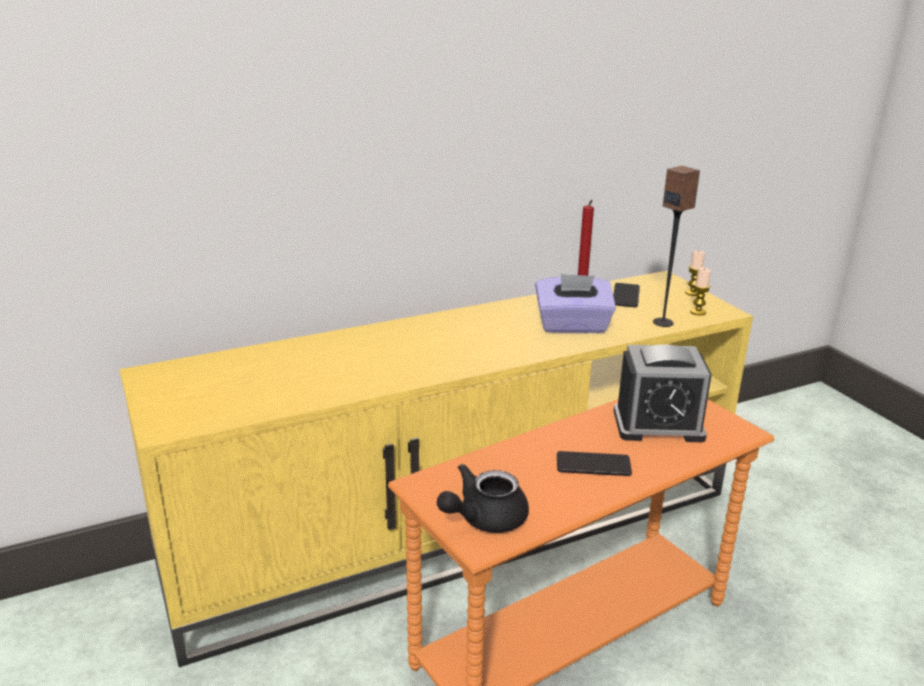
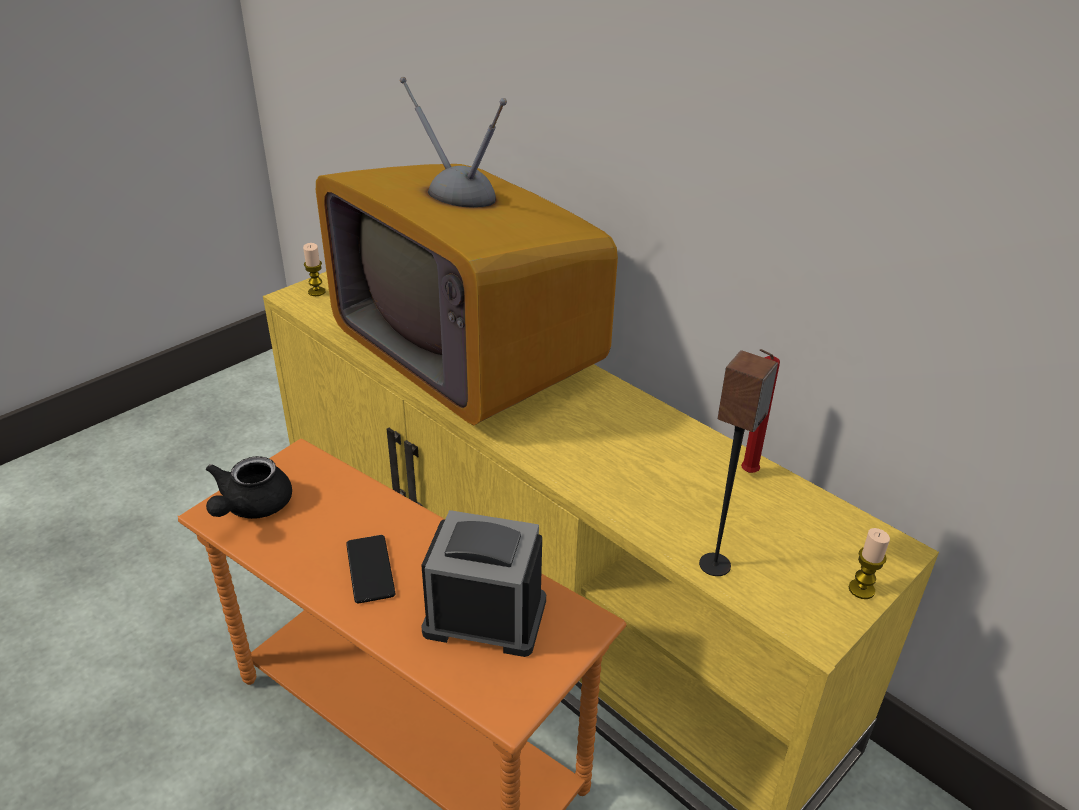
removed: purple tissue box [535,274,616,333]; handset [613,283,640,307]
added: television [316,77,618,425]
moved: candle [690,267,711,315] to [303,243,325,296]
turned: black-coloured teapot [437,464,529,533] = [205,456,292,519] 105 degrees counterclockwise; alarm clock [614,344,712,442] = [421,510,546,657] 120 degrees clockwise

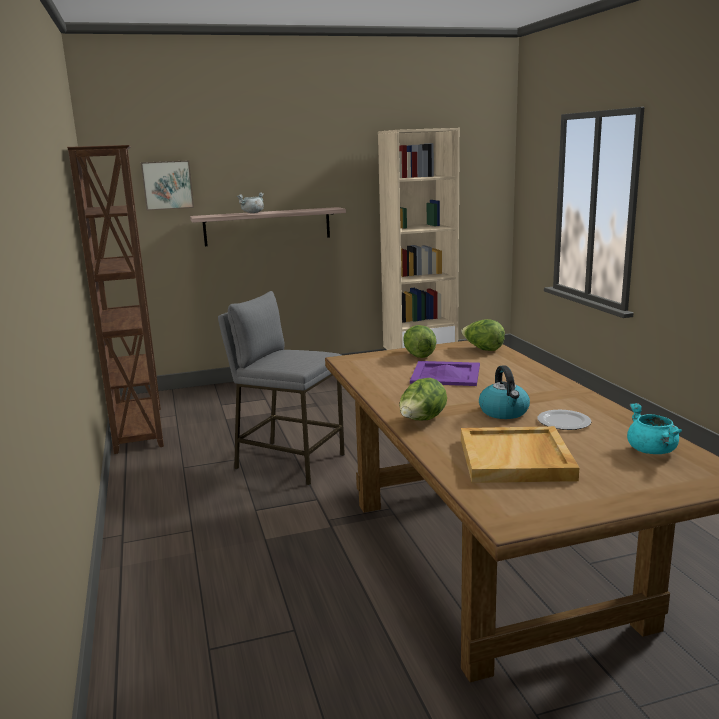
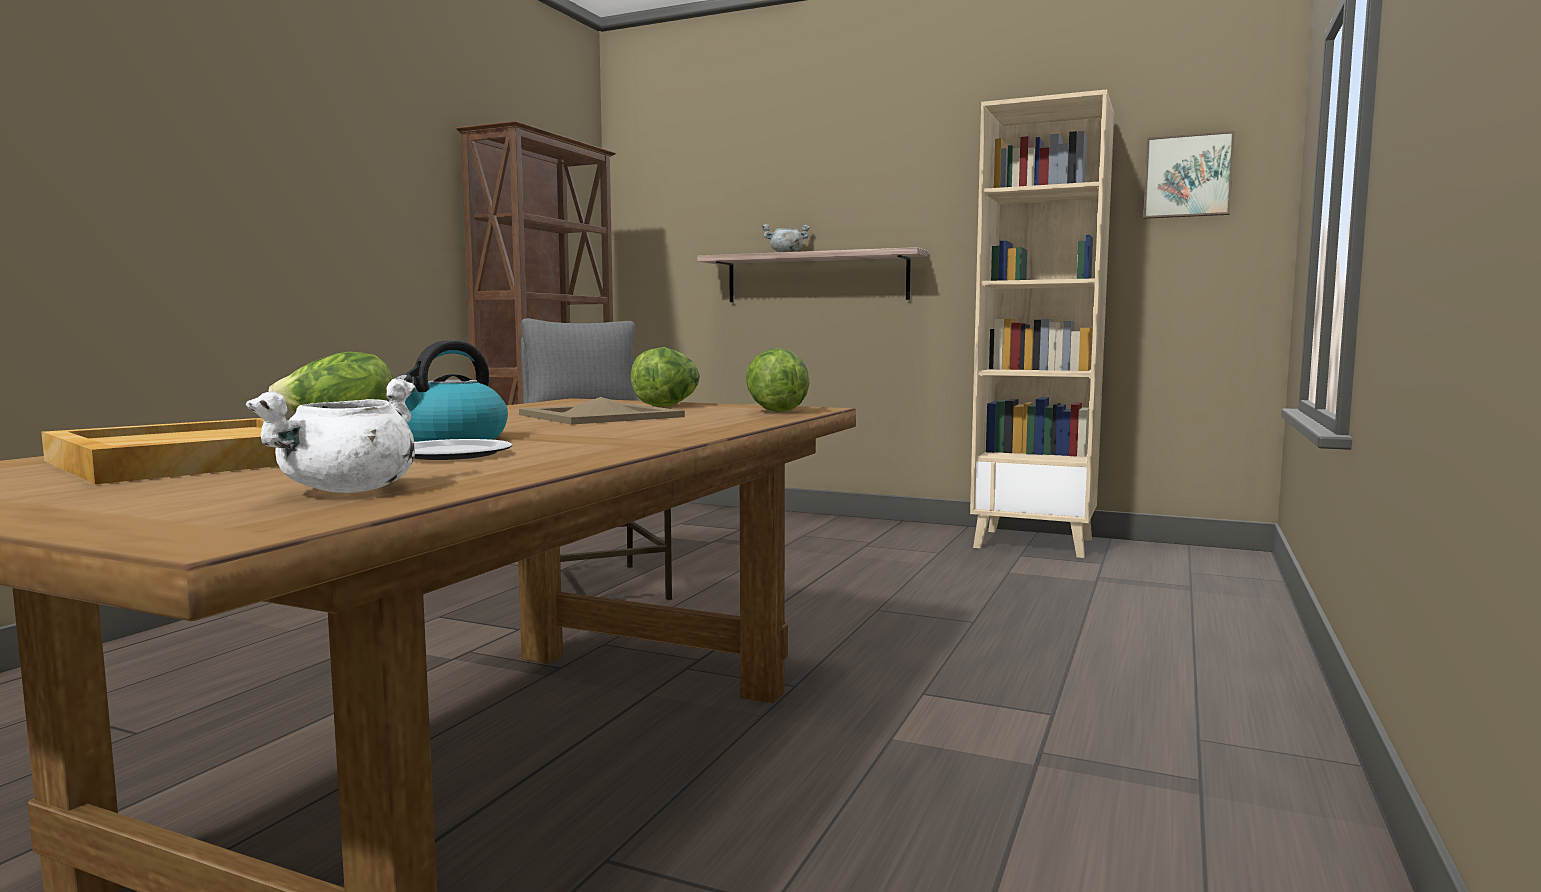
moved: picture [141,160,194,210] to [1143,131,1235,219]
recoloured: blue-green saucepot [627,403,682,454] to white saucepot [246,378,415,493]; purple serving tray [410,361,480,386] to beige-coloured serving tray [519,397,685,425]

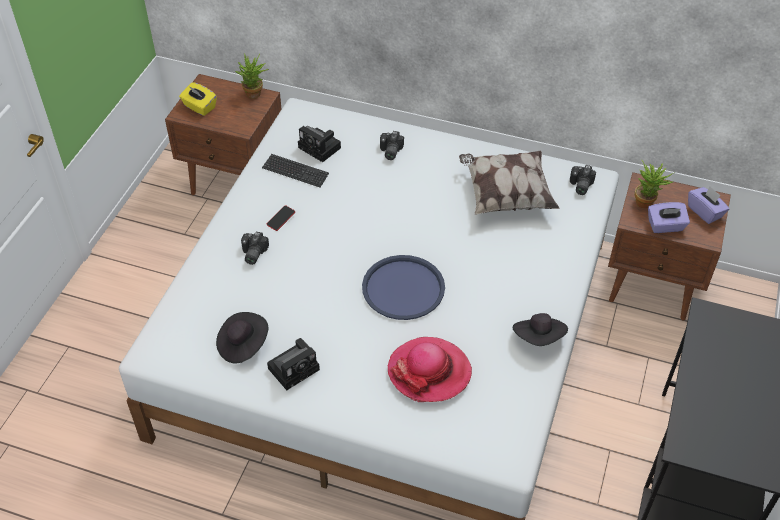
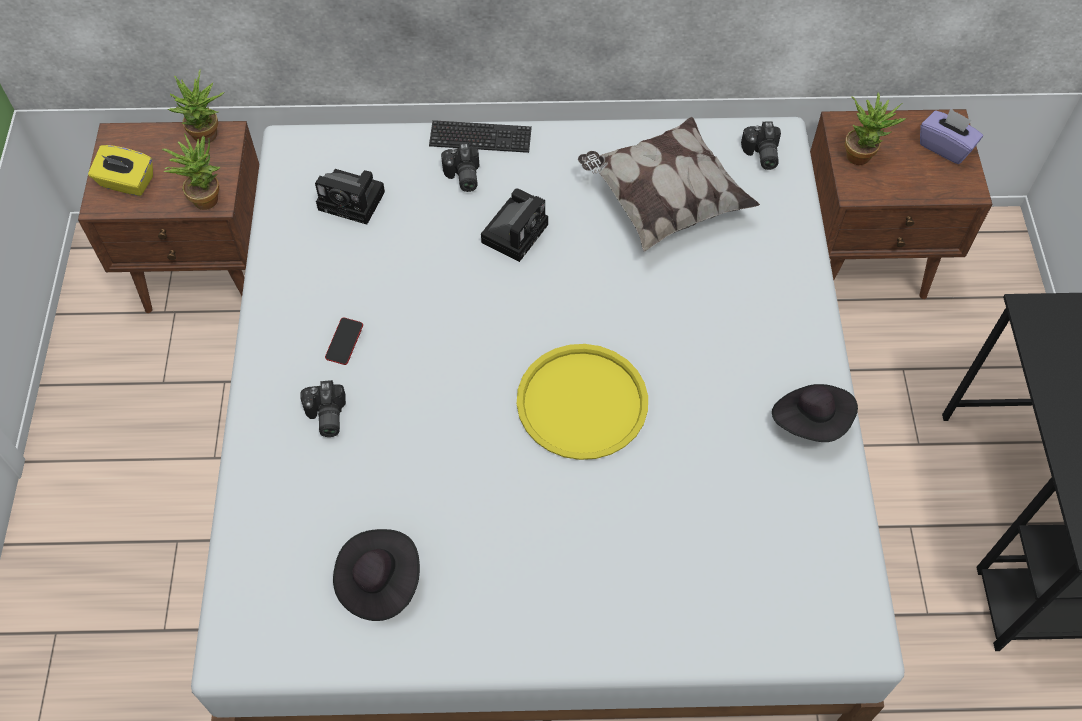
removed: wearable hat [387,337,472,402]; purple tissue box [648,202,690,233]
added: houseplant [162,133,220,210]
moved: computer keyboard [262,154,329,187] to [429,120,532,153]; still camera [267,338,320,390] to [481,188,548,262]
recoloured: blue serving tray [362,255,445,320] to yellow serving tray [517,344,648,460]

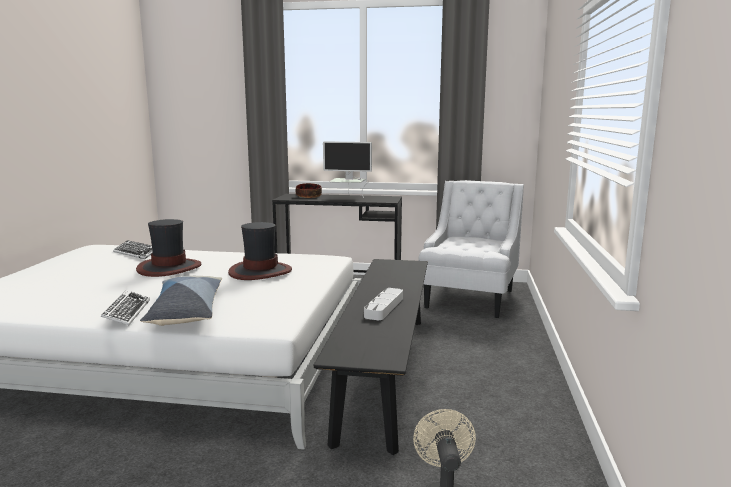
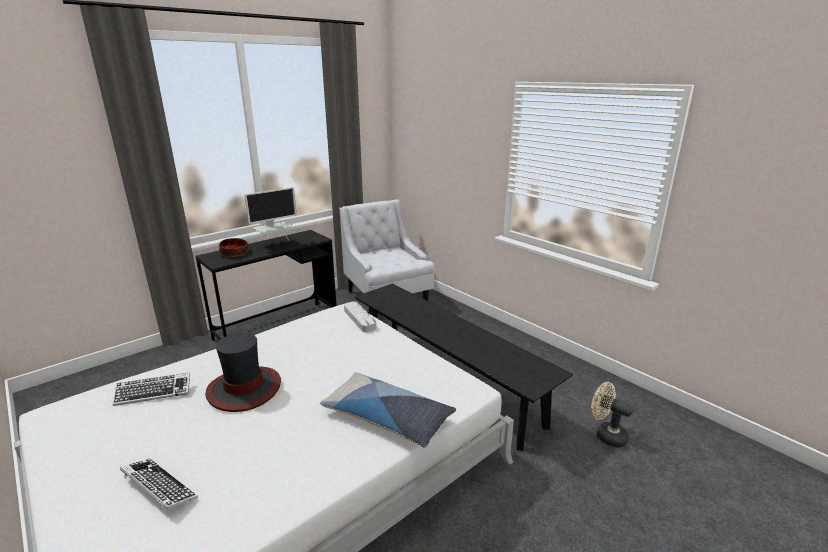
removed: wearable hat [228,222,292,280]
moved: computer keyboard [101,290,150,325] to [120,458,198,510]; gray serving tray [364,288,403,320] to [344,301,377,332]

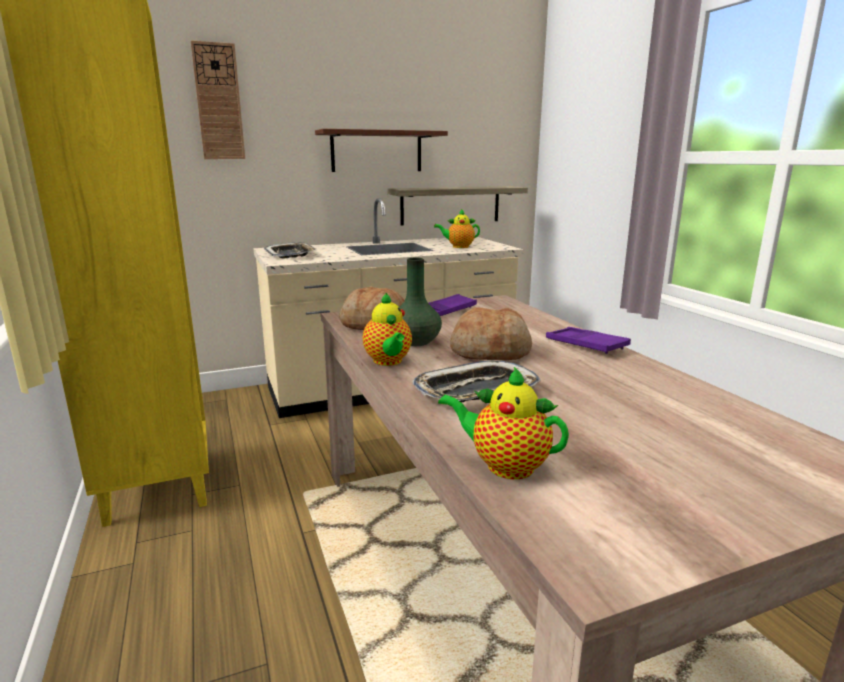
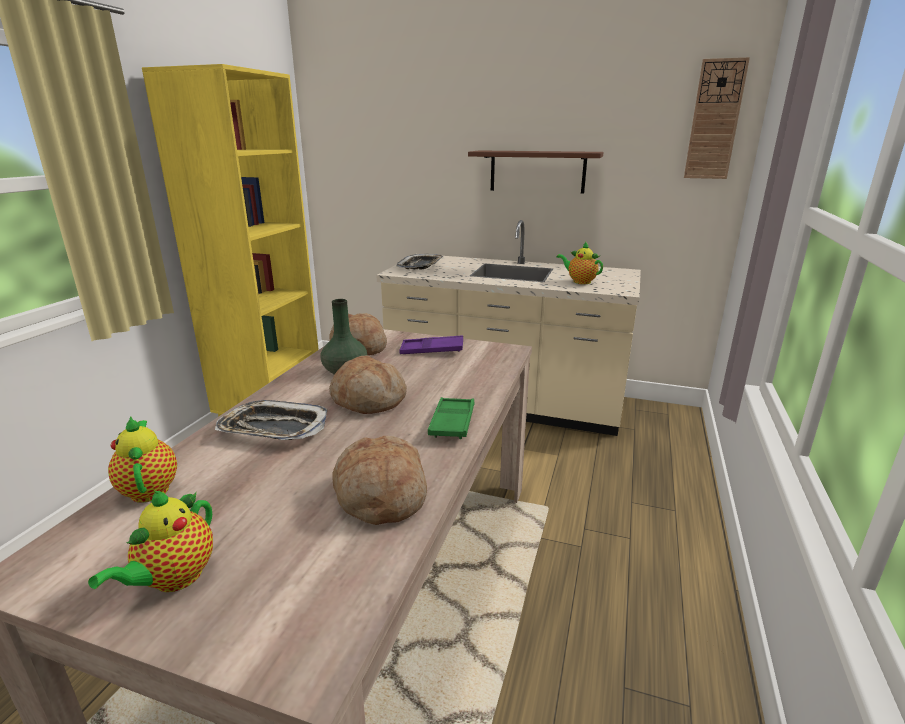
removed: bracket shelf [387,186,528,226]
added: bakery bread [332,436,427,525]
moved: teapot [362,292,412,366] to [88,491,213,592]; hanging clock [190,41,245,159] to [684,57,750,179]
recoloured: purple serving tray [546,327,631,354] to green serving tray [428,397,475,439]

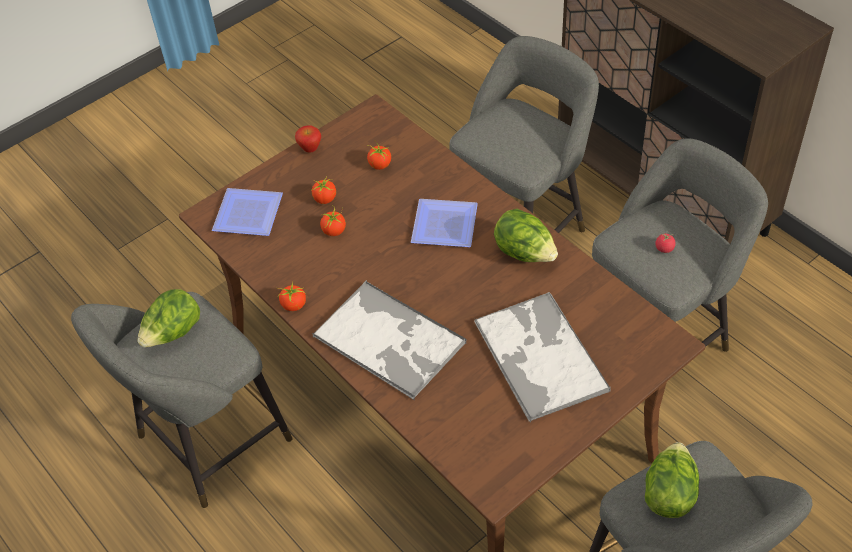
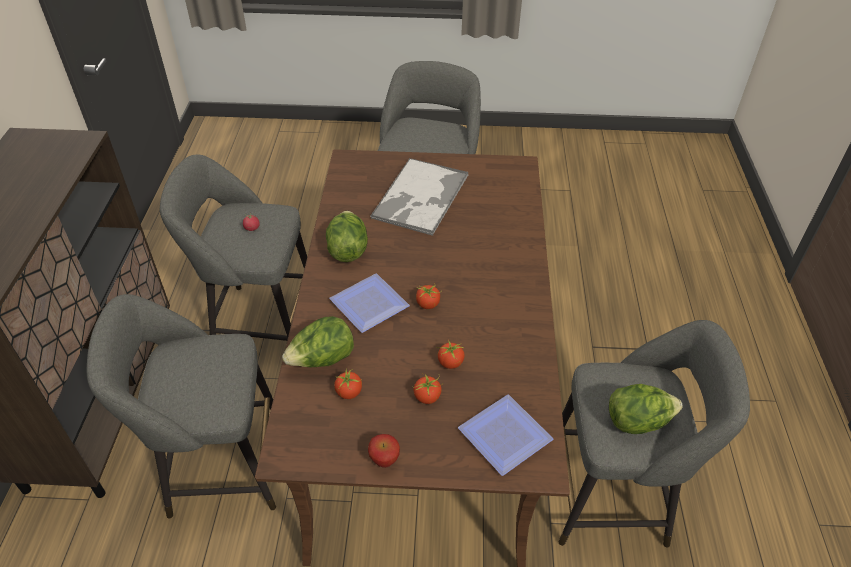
removed: serving tray [312,280,467,400]
moved: lettuce head [645,442,699,518] to [282,316,354,367]; tomato [276,282,306,311] to [416,285,440,309]

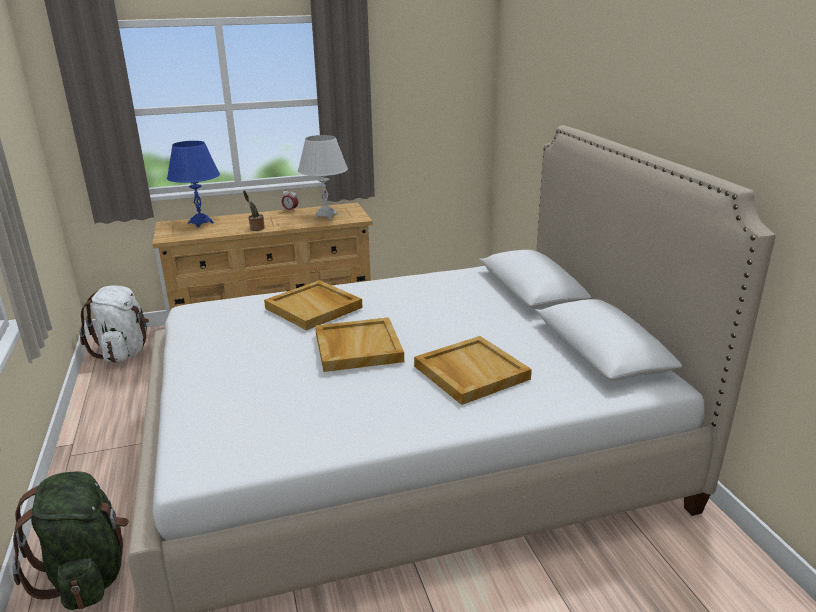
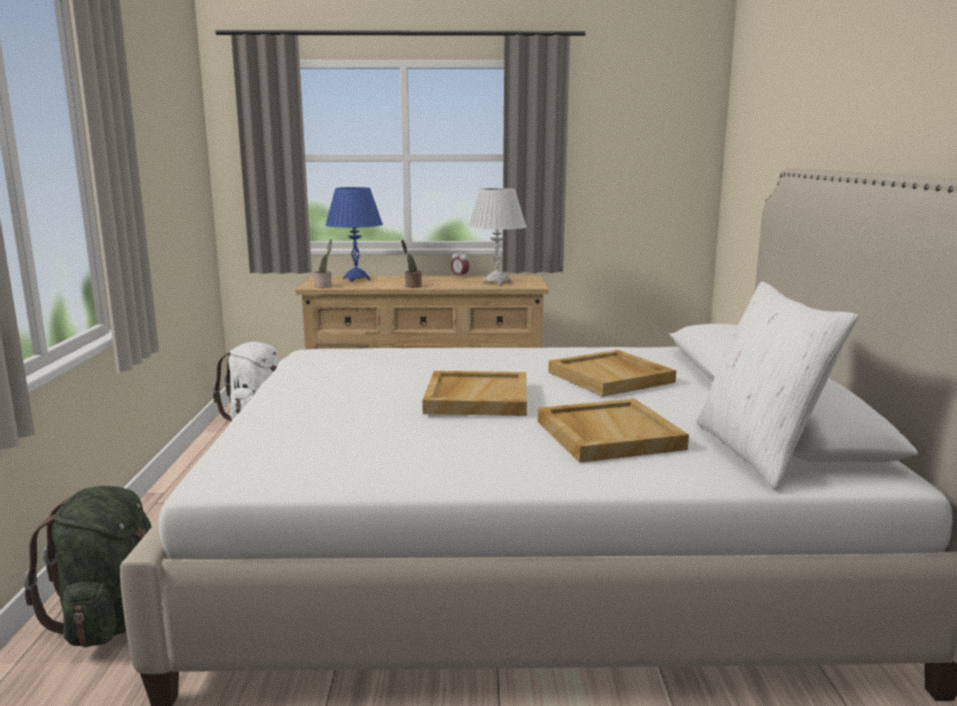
added: houseplant [314,239,332,288]; white throw pillow [697,281,859,489]
moved: beige-coloured serving tray [264,280,363,331] to [548,350,676,397]

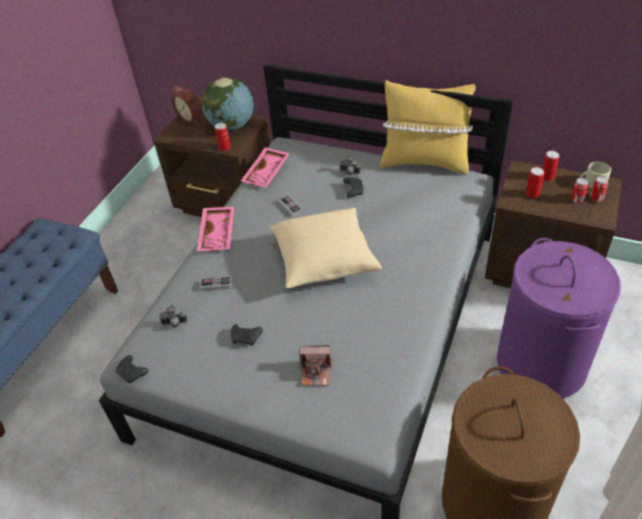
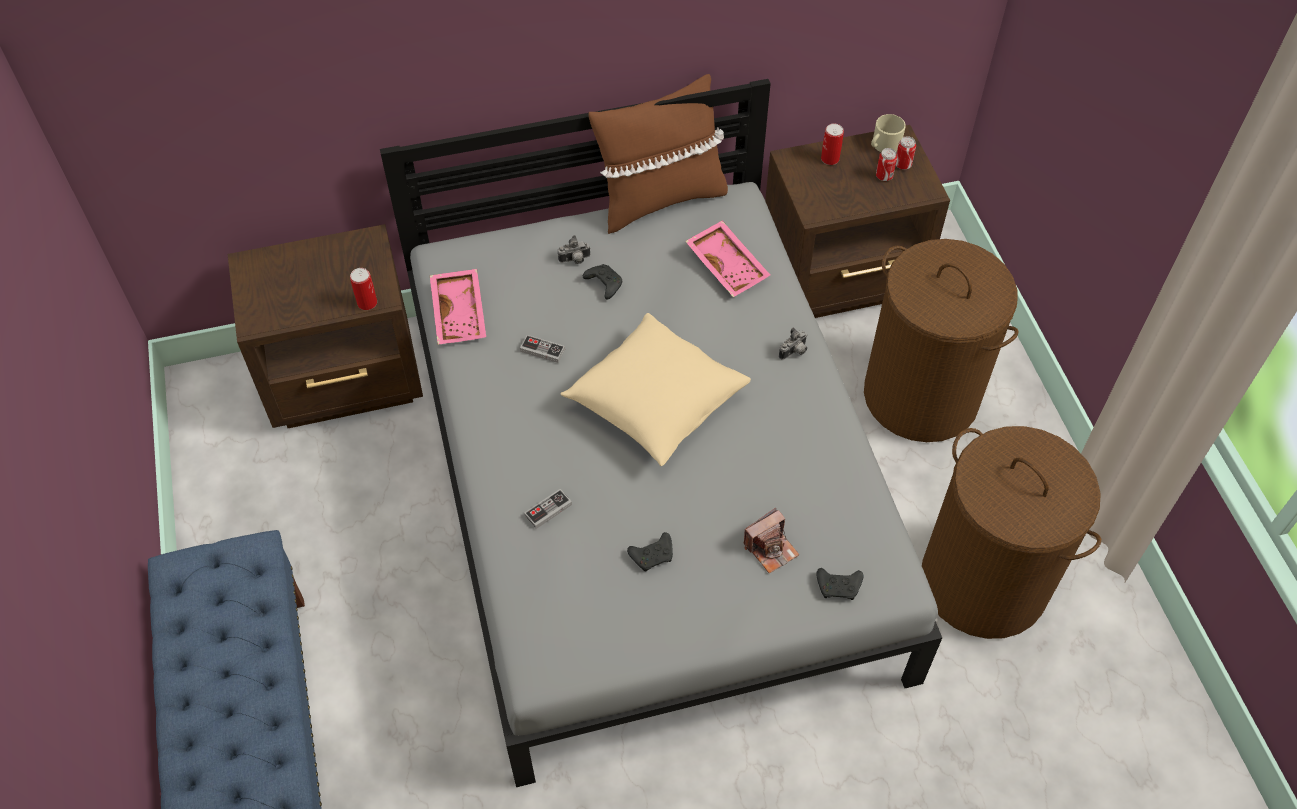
removed: alarm clock [172,86,203,124]; desk globe [201,77,254,131]; can [526,167,544,198]
moved: pinkish serving tray [197,206,235,251] to [685,220,770,297]; still camera [159,305,187,328] to [779,328,807,360]; black-coloured joypad [116,355,148,384] to [816,568,863,600]
recoloured: yellow throw pillow [379,80,476,175] to brown-coloured throw pillow [588,74,728,234]; purple laundry basket [497,238,621,398] to brown-coloured laundry basket [864,239,1018,442]

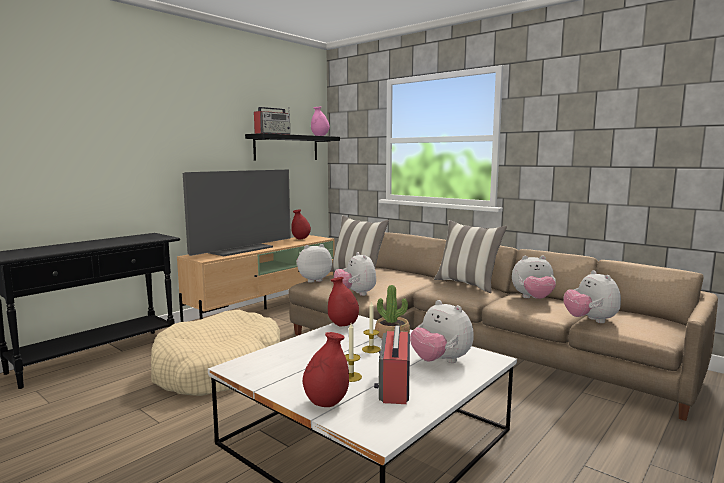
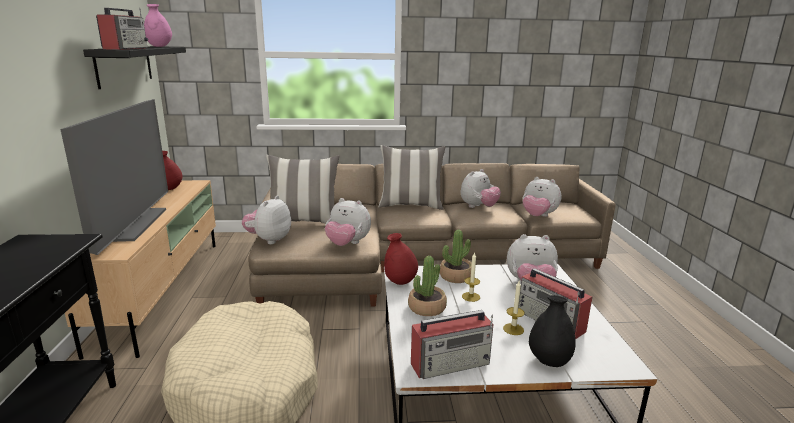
added: houseplant [408,256,447,316]; radio receiver [411,310,493,379]
recoloured: red-coloured vase [303,332,349,407] to black-coloured vase [529,295,576,367]

